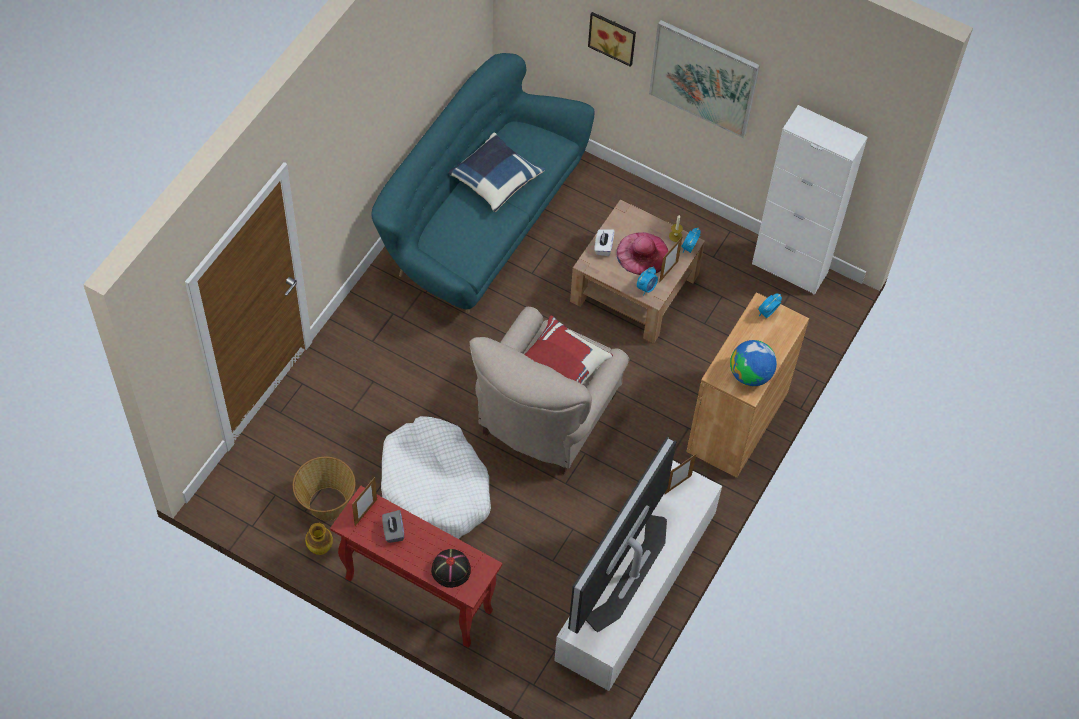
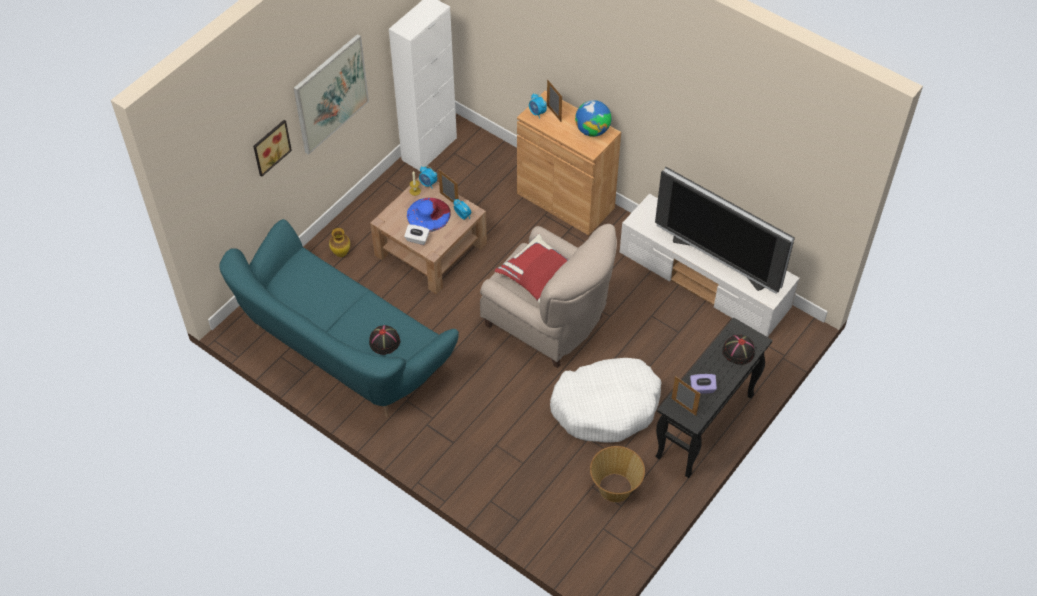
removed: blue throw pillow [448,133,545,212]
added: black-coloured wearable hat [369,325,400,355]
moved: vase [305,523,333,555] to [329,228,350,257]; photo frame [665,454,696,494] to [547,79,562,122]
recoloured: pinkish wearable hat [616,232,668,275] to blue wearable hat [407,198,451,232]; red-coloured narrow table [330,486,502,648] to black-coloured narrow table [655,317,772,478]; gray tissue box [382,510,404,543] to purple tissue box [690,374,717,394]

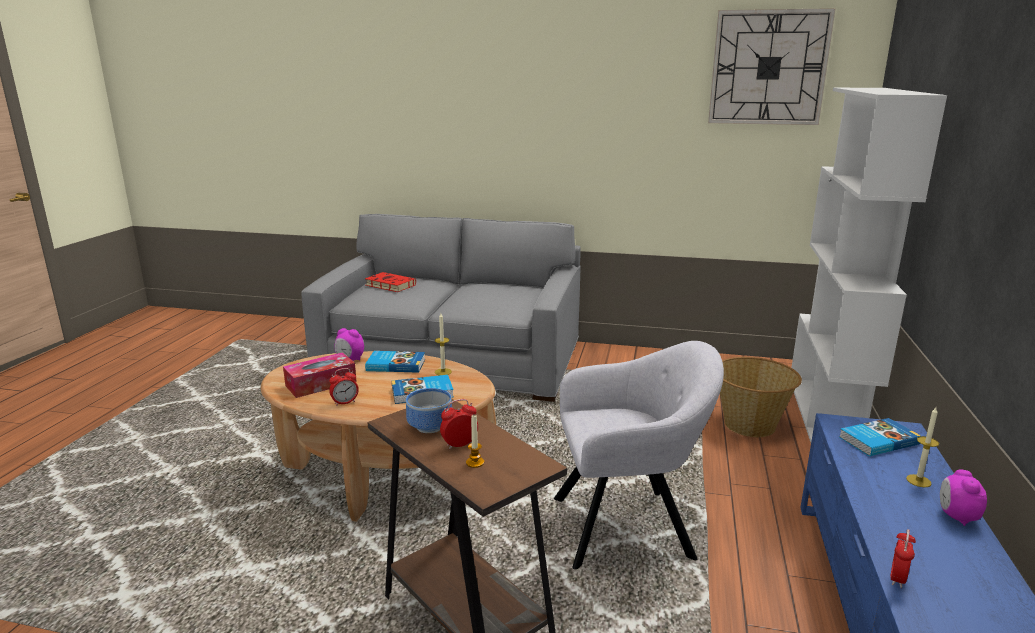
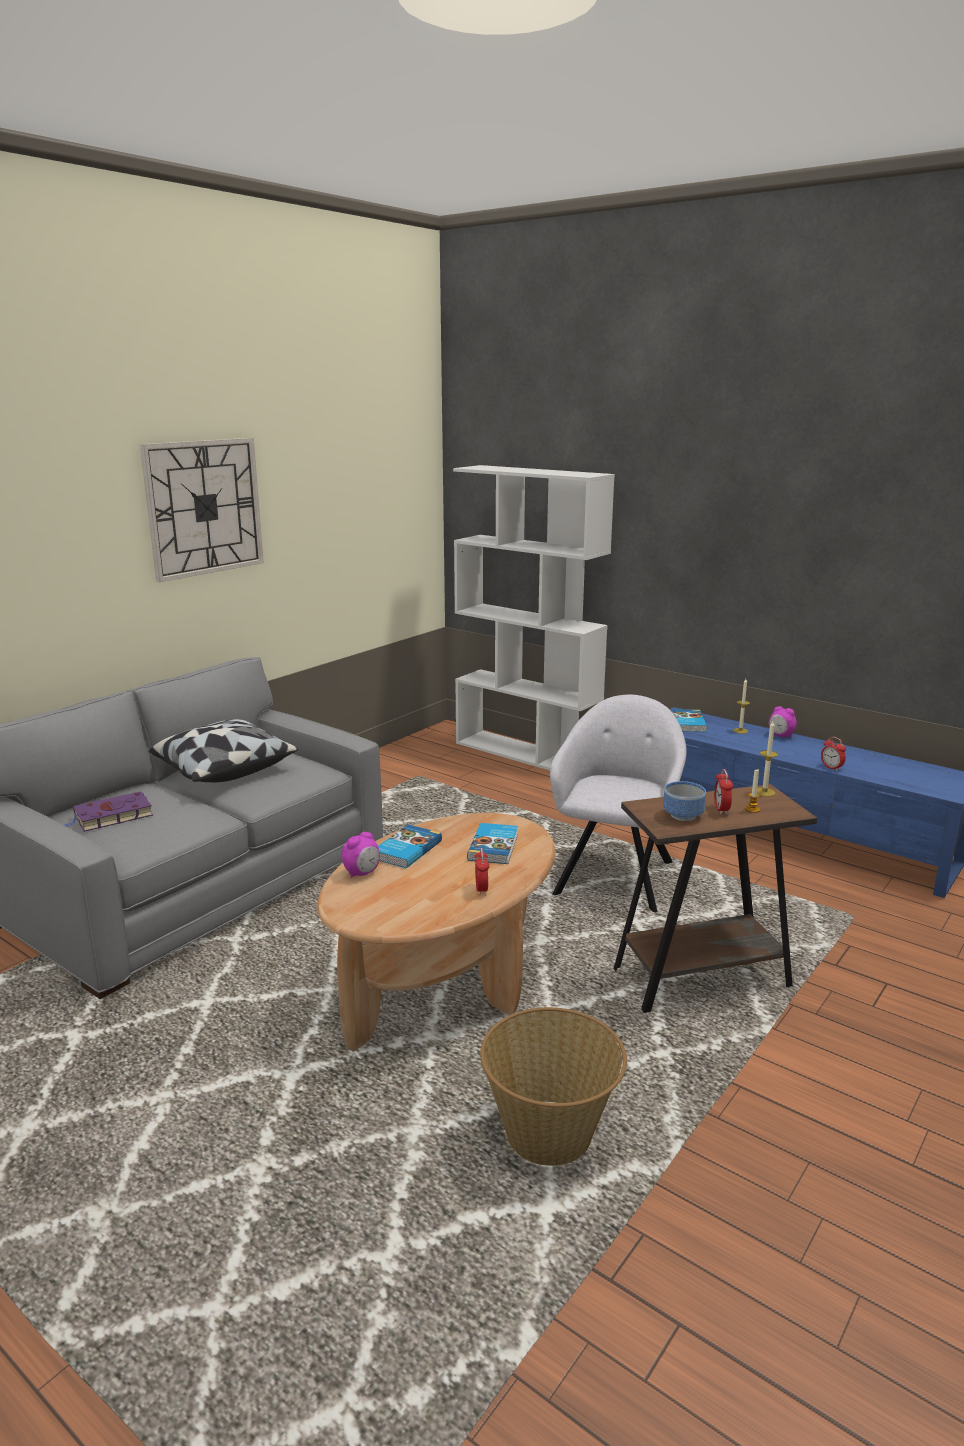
removed: tissue box [283,352,357,398]
added: throw pillow [148,719,298,782]
moved: hanging clock [708,8,836,125] to [140,438,264,582]; household basket [720,357,802,437] to [480,1007,627,1166]; candle [435,313,452,376] to [757,721,778,797]
recoloured: red-coloured bound book [365,272,416,292] to purple bound book [65,791,153,832]

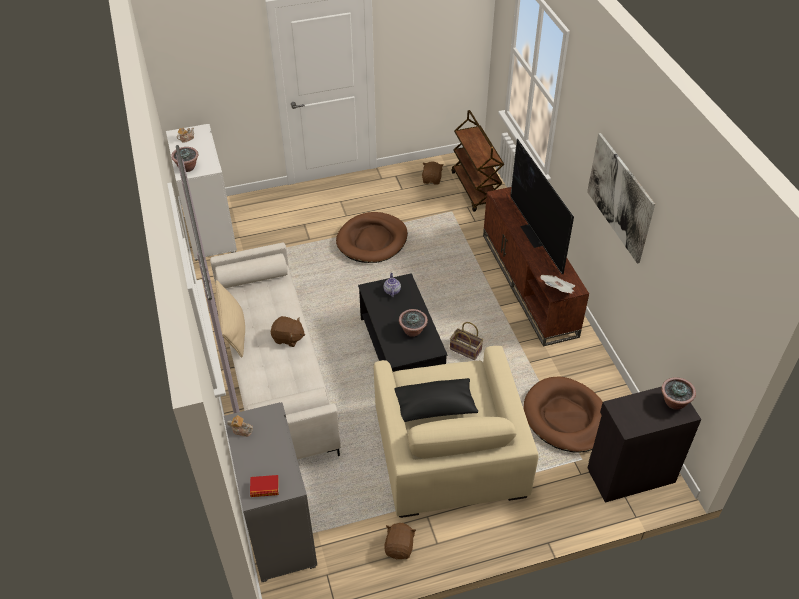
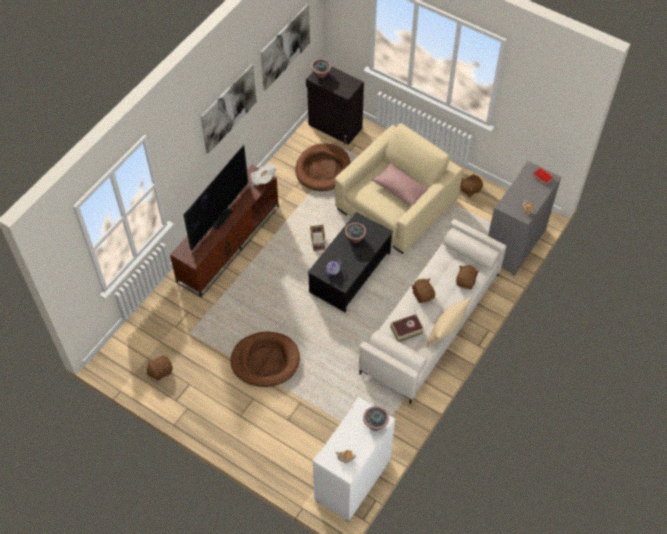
removed: brown-coloured wheeled cart [452,110,504,212]
added: picture [261,3,310,91]; bound book [390,314,424,342]; brown-coloured plush toy [456,265,479,289]
recoloured: black-coloured throw pillow [394,378,478,422] to pinkish throw pillow [372,163,428,207]

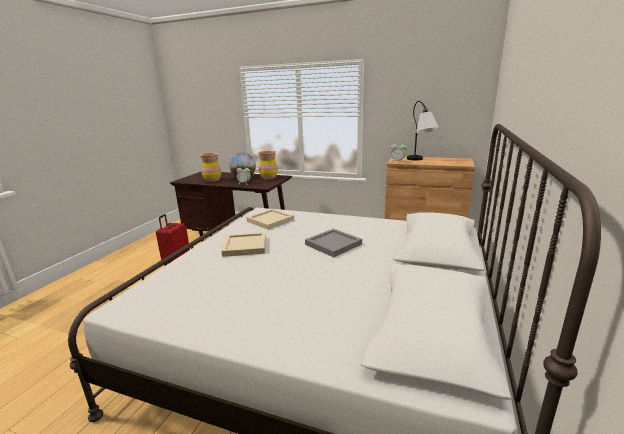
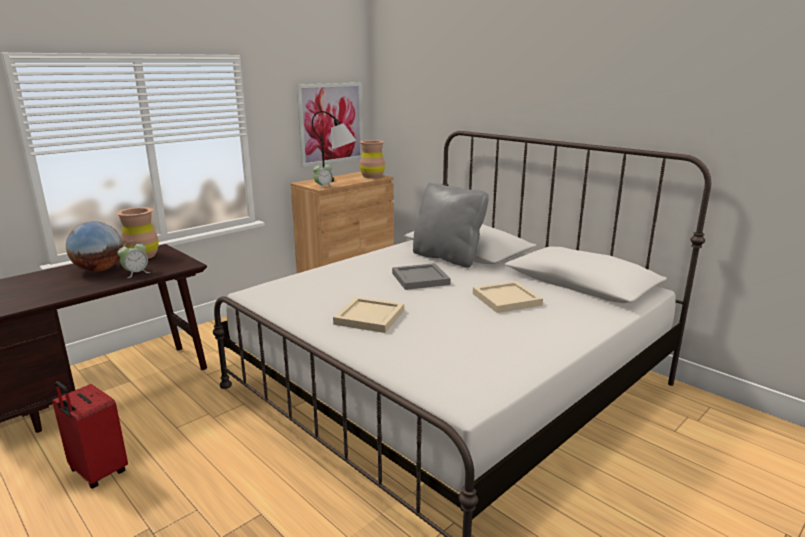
added: picture [297,83,363,167]; gray throw pillow [413,182,489,268]
moved: brown-coloured vase [200,153,221,182] to [360,140,385,178]; beige-coloured serving tray [246,209,294,230] to [473,281,543,313]

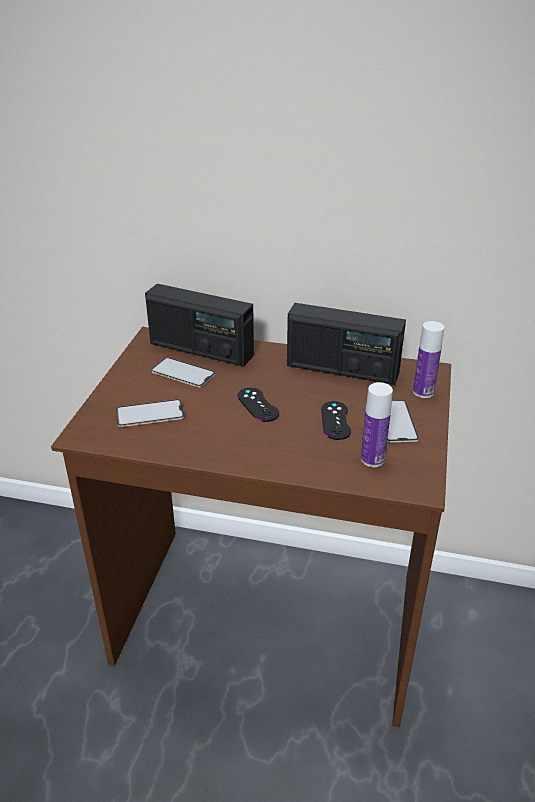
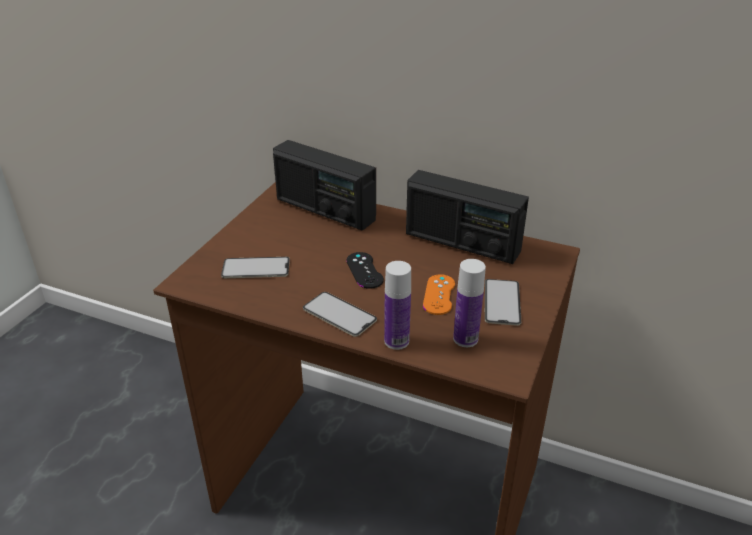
moved: handset [151,357,215,387] to [303,292,377,337]; beverage bottle [413,321,444,398] to [384,261,411,350]
recoloured: black-coloured joypad [321,401,351,440] to orangey joypad [423,274,455,315]

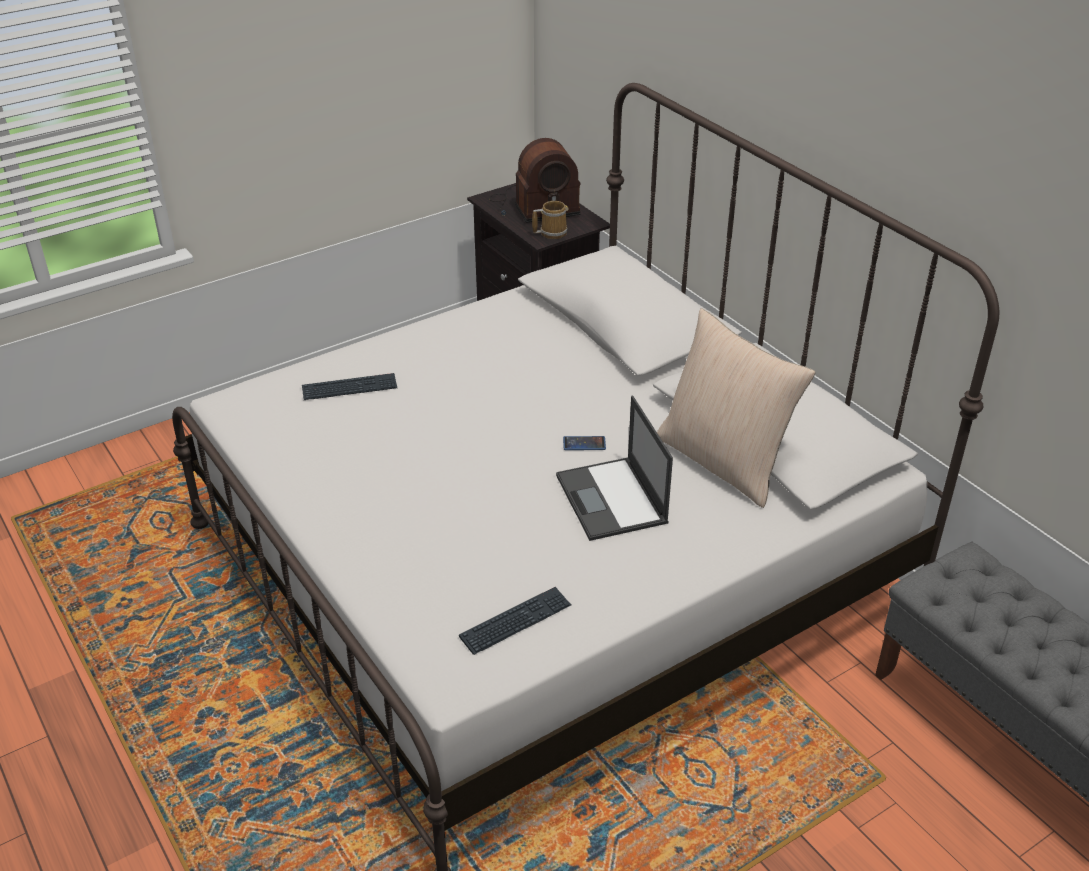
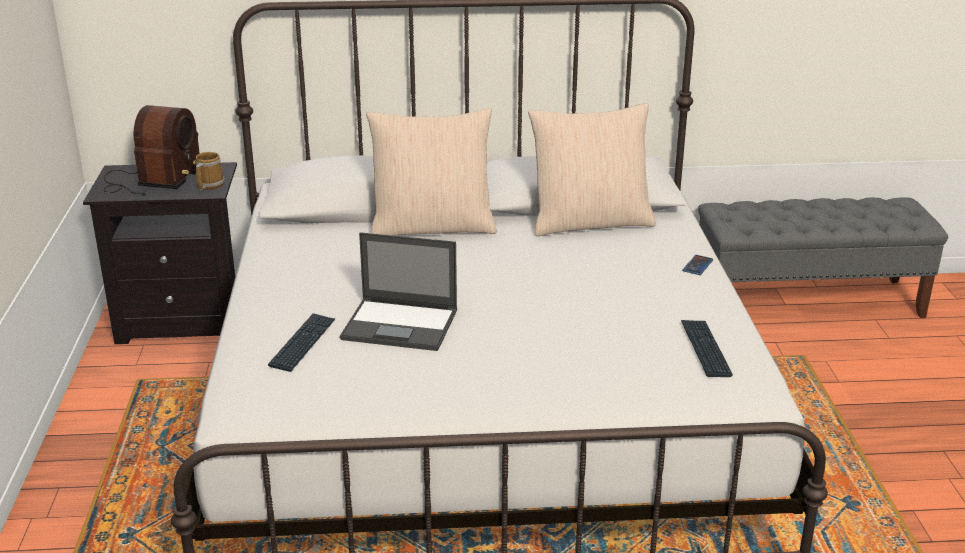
added: beige-coloured throw pillow [366,109,497,236]
moved: portable computer [556,396,673,541] to [340,232,457,351]; handset [563,436,606,450] to [682,255,713,275]

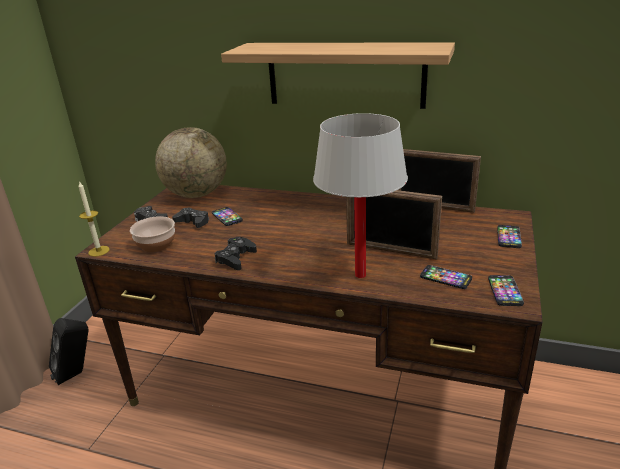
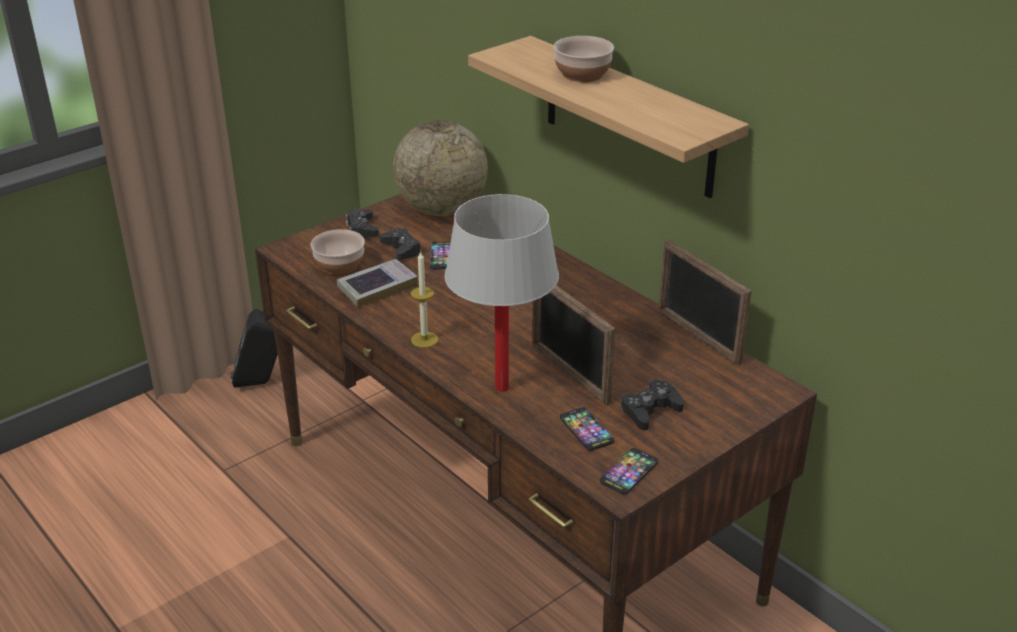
removed: handset [497,225,522,248]
added: bound book [337,259,418,307]; deep dish [554,36,614,82]
moved: candle [78,181,110,257] to [410,251,438,348]; black-coloured joypad [214,237,257,270] to [620,379,684,430]

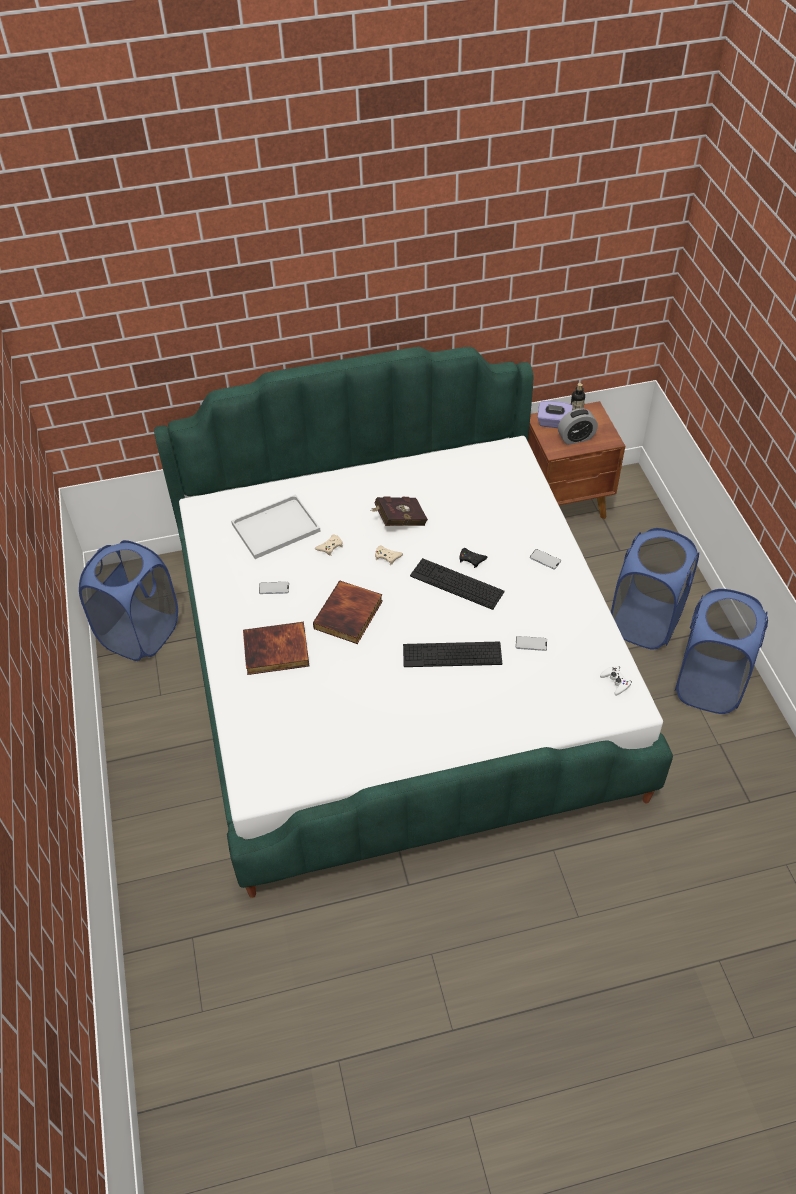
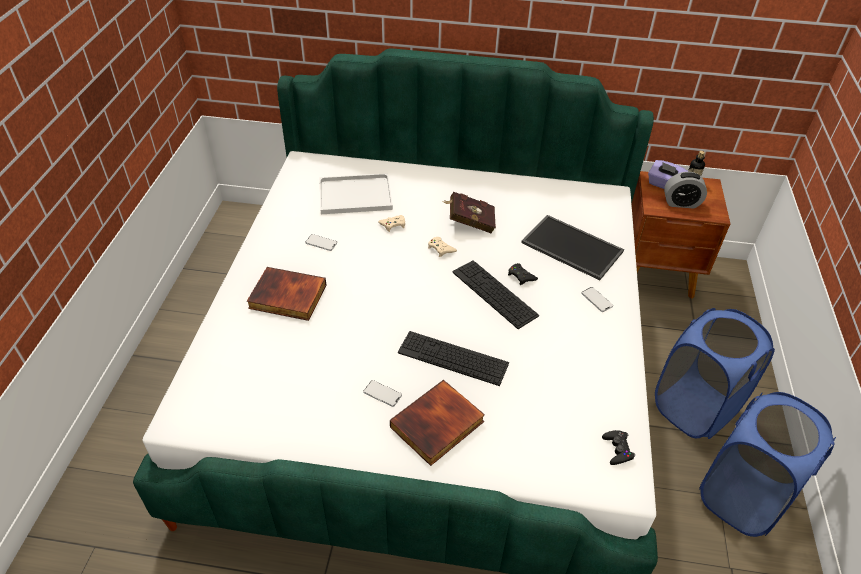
removed: blue laundry basket [79,540,178,661]
added: serving tray [521,215,624,280]
moved: handset [516,636,547,651] to [363,380,402,407]; bound book [313,580,383,644] to [390,380,485,466]
recoloured: white joypad [600,666,632,696] to black-coloured joypad [602,430,635,465]

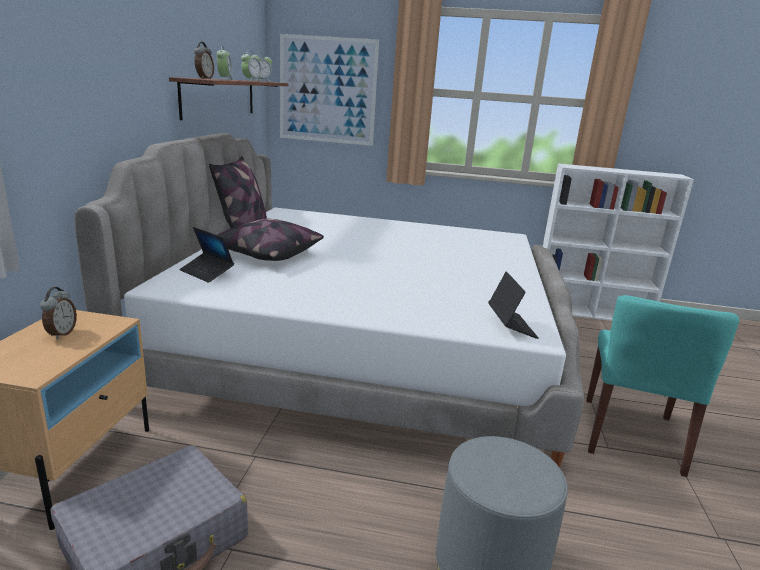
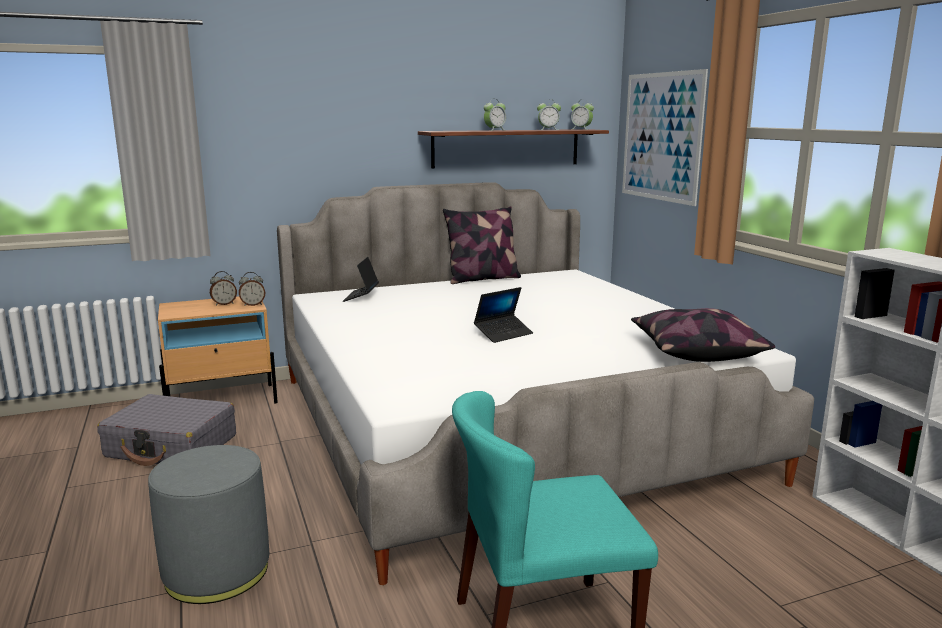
moved: alarm clock [194,42,214,79] to [239,272,265,306]; portable computer [488,272,539,339] to [474,287,533,343]; throw pillow [218,219,324,261] to [631,308,775,362]

